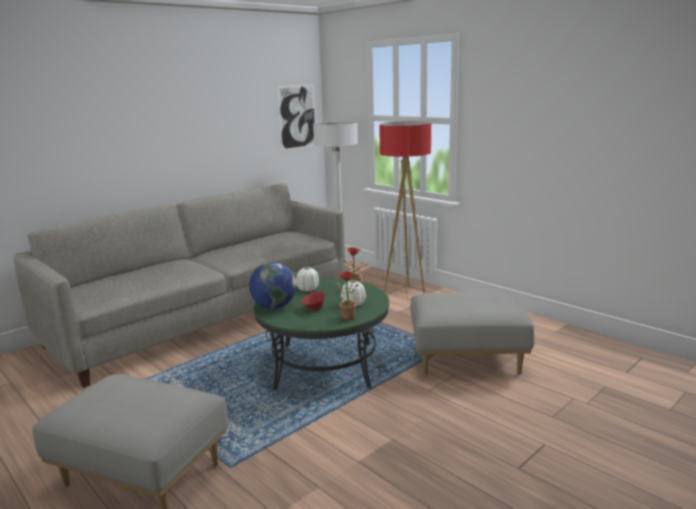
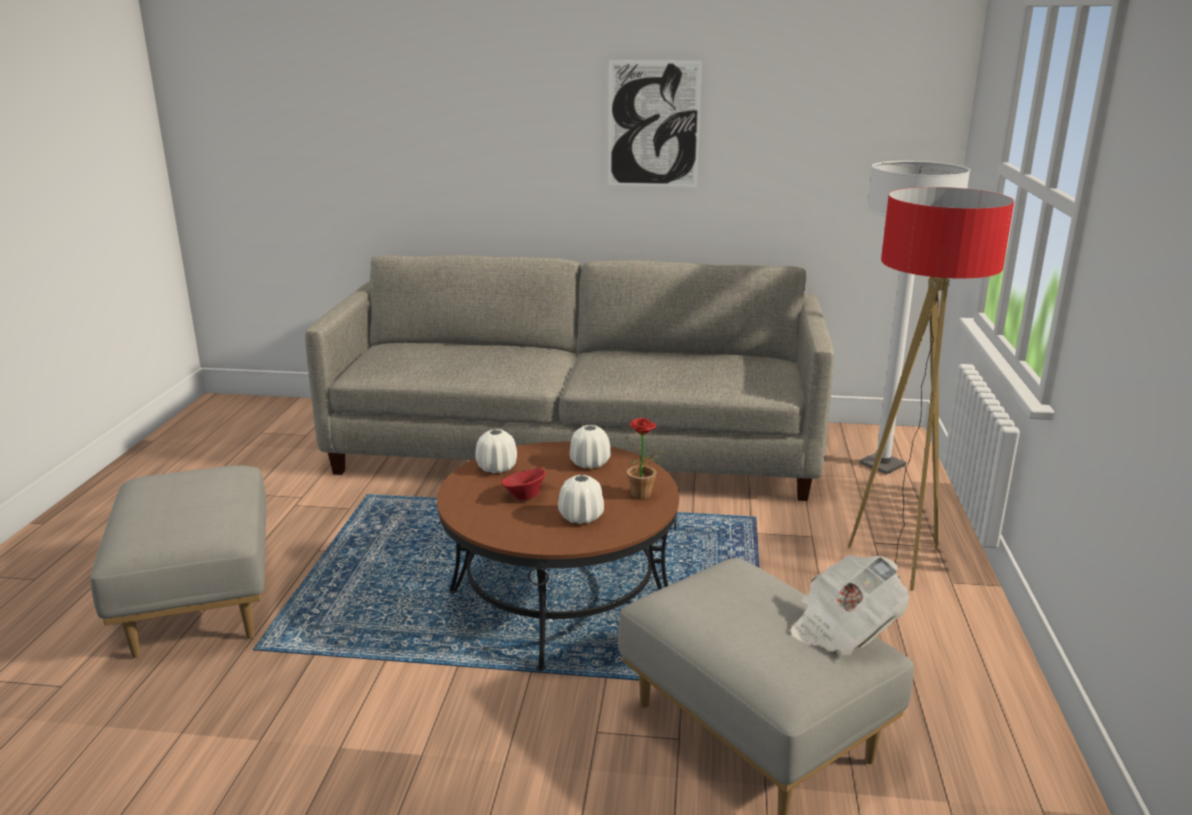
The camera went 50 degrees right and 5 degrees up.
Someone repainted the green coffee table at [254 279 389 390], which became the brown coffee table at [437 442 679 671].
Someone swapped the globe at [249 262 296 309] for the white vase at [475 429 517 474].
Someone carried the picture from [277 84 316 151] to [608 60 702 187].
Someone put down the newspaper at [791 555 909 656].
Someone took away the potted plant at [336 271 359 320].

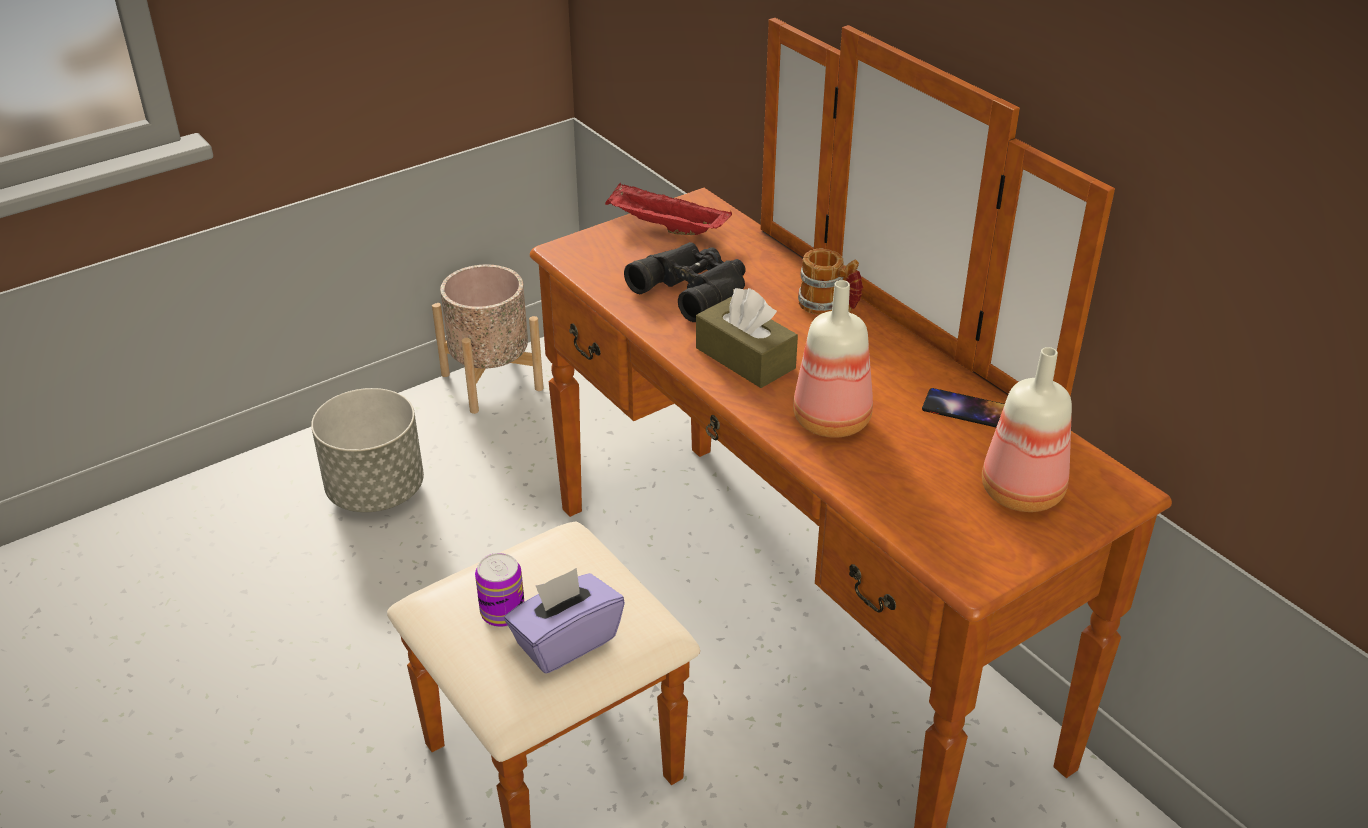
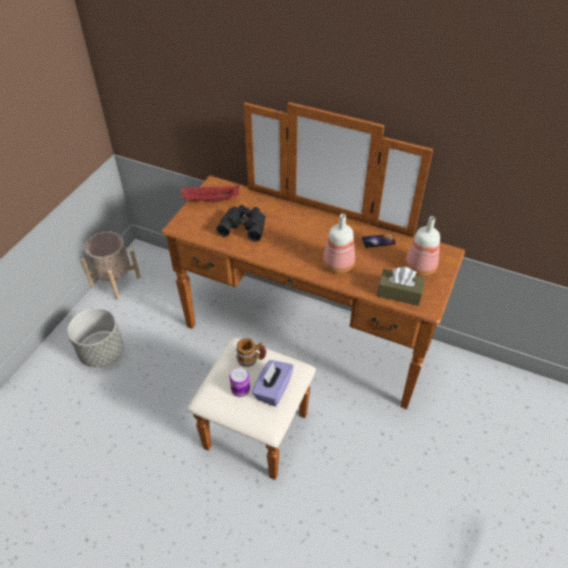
The camera went 30 degrees left and 10 degrees up.
Someone carried the mug from [798 249 863 315] to [236 338 266 367].
Someone carried the brown tissue box from [696 288 798 388] to [377 267 425 306].

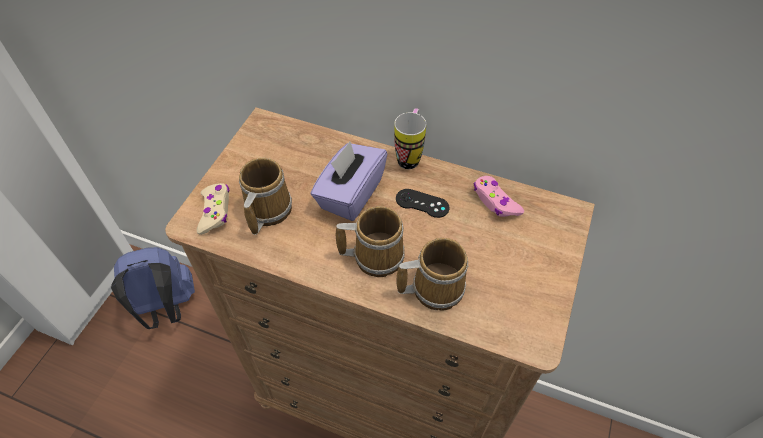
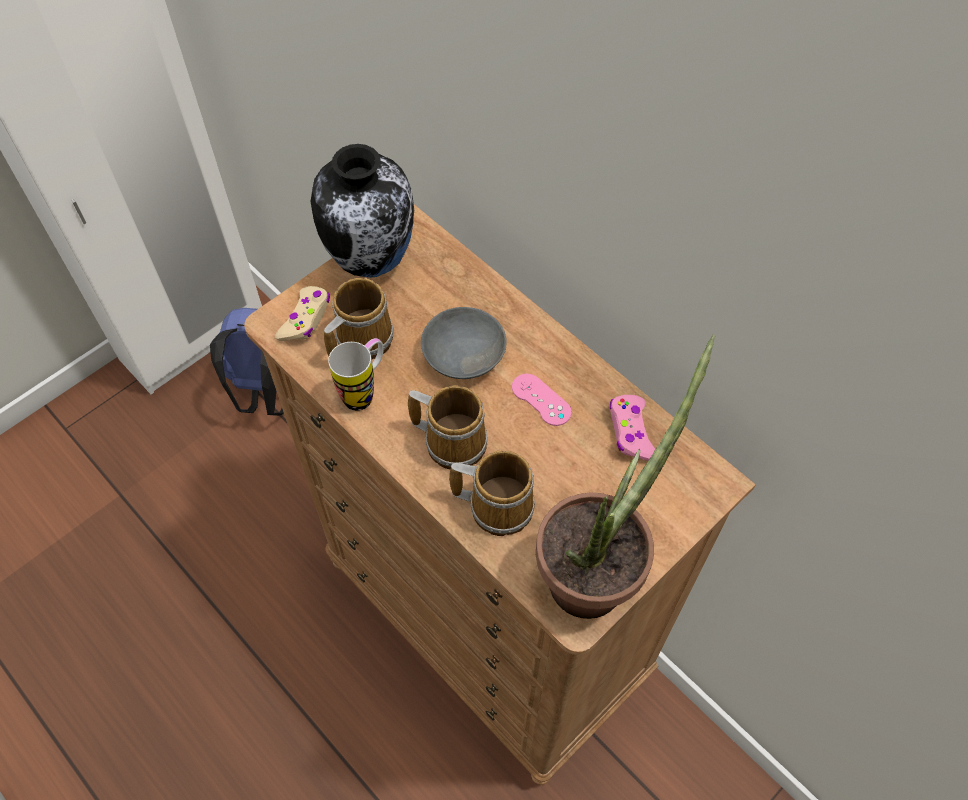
The camera went 25 degrees right and 5 degrees up.
Someone put down the vase at [311 144 414 278].
Someone carried the mug from [394 108 426 169] to [328 338 384 411].
Someone swapped the purple tissue box at [310 142 387 221] for the grey bowl at [421 307 507 379].
Someone repainted the black game controller at [396 189 449 218], which became the pink game controller at [512 374 572 426].
Someone put down the potted plant at [536 335 715 619].

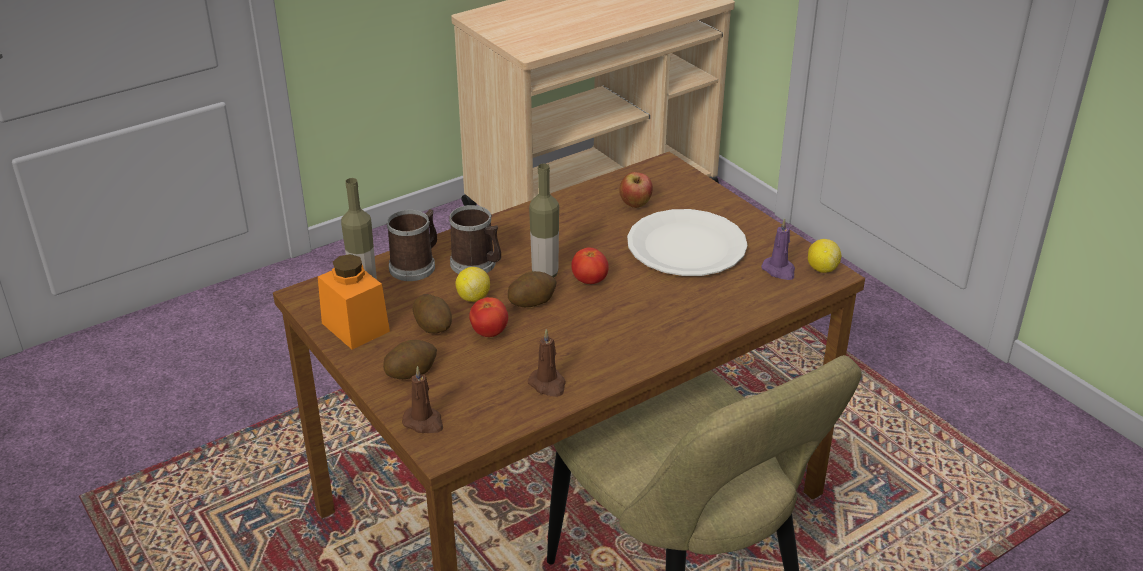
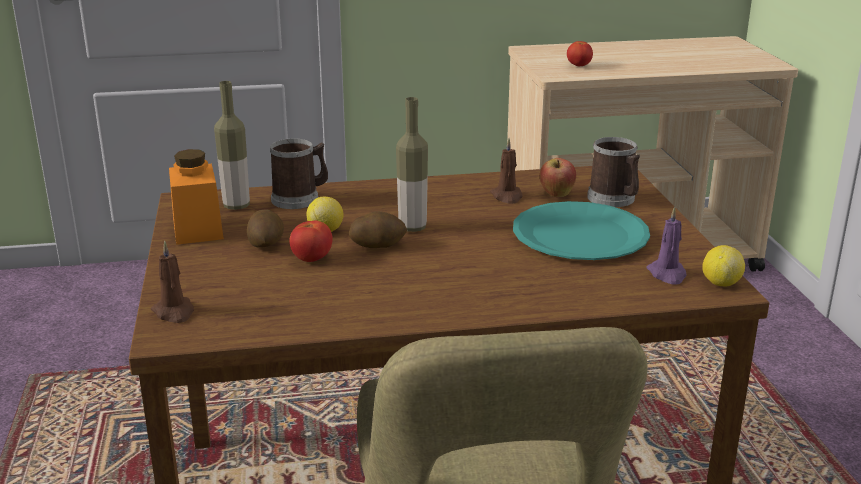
The camera went 25 degrees right and 10 degrees down.
Someone carried the brown candle from [528 329 566 397] to [490 138 523 204].
Someone repainted the white plate at [627 209 748 276], which became the turquoise plate at [513 201 650 260].
Someone carried the tomato from [571 247 609 284] to [567 41 593 66].
Someone carried the mug from [449 205 501 274] to [587 137 640 207].
Someone took away the potato at [383 340 437 379].

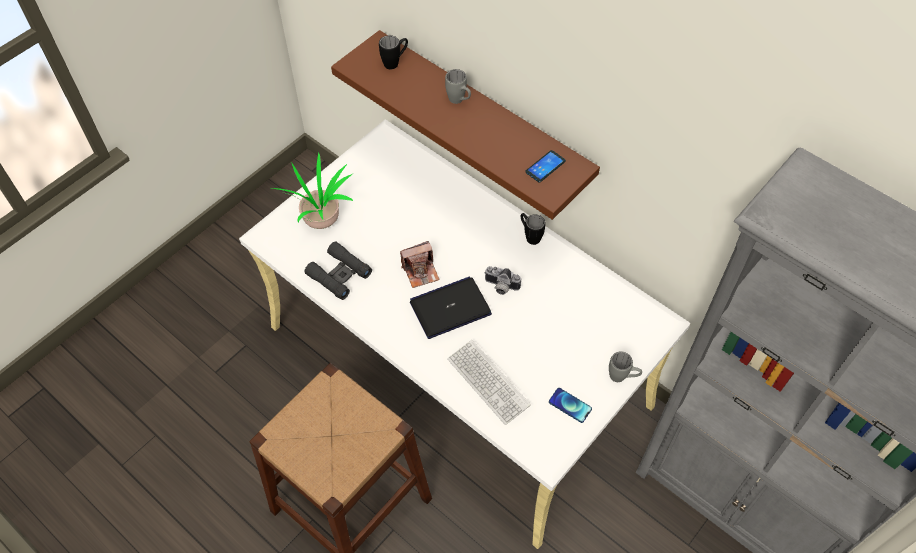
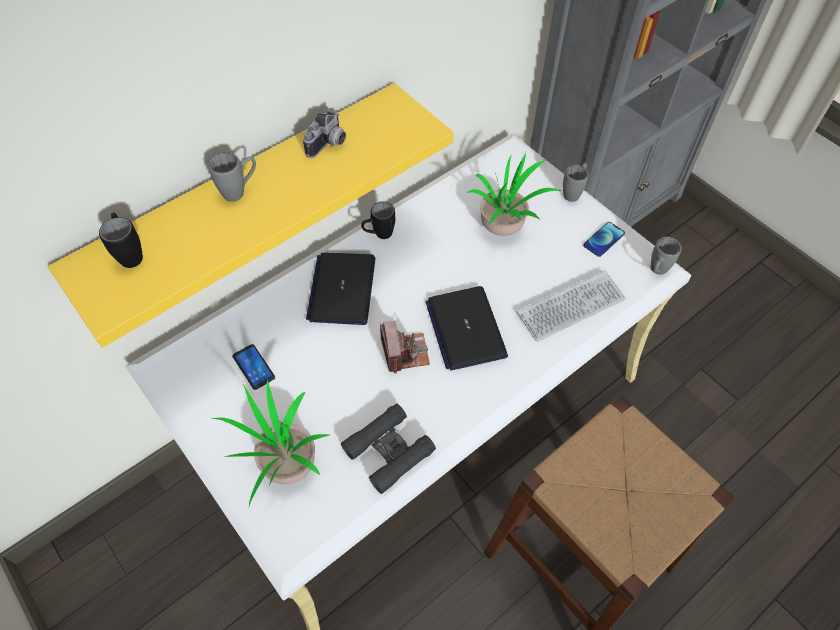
The camera went 80 degrees left and 0 degrees up.
Someone repainted the brown shelf at [331 30 600 220], which became the yellow shelf at [48 83 454 348].
Someone carried the phone from [525 150 566 183] to [232 344 275 390].
Someone carried the photo camera from [484 266 521 295] to [303 108 346 158].
Someone put down the laptop at [306 253 375 325].
Someone put down the potted plant at [467 152 562 236].
Someone put down the grey mug at [651 237 682 275].

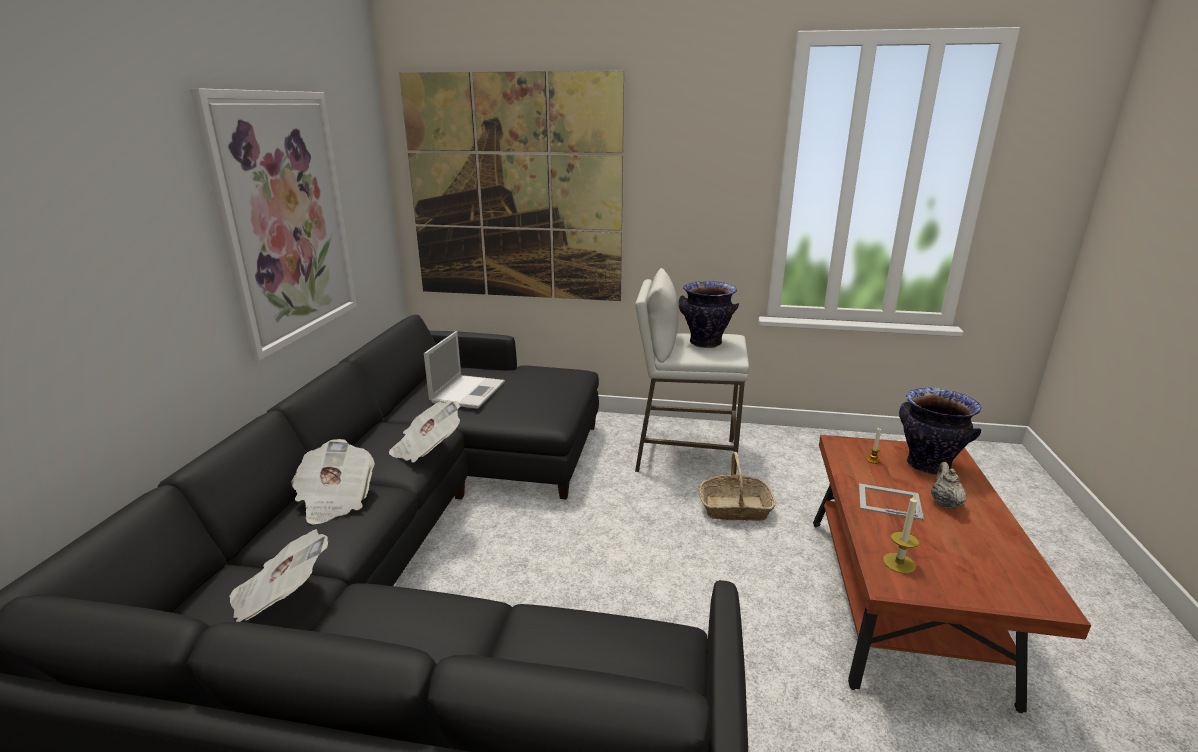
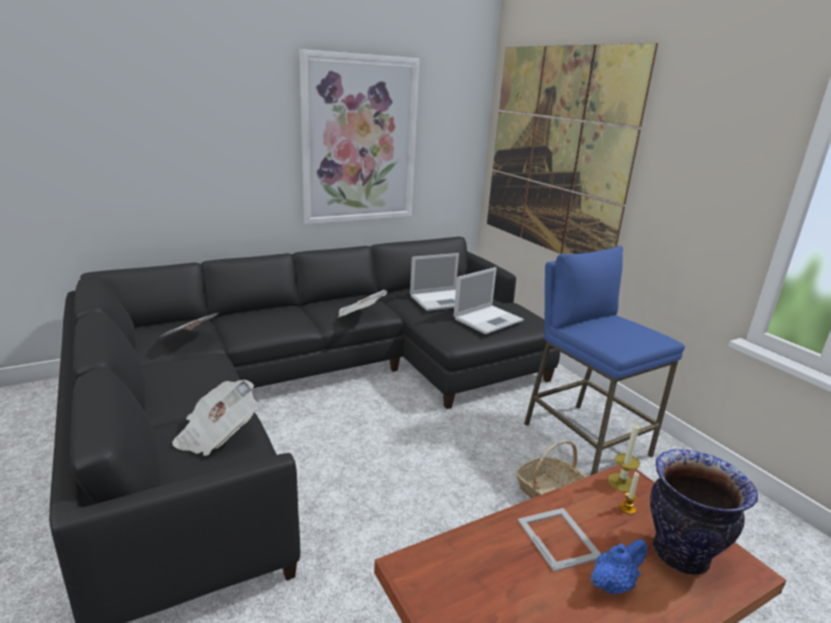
The camera went 50 degrees right and 0 degrees up.
Someone carried the newspaper from [291 439 375 525] to [172 380 257 456].
Someone put down the laptop at [454 267 524 334].
Someone repainted the white stool at [635 268 749 474], which became the blue stool at [524 246 685 475].
Someone repainted the beige teapot at [931 462 967 509], which became the blue teapot at [590 539 647 594].
Someone carried the candle from [883 495 919 574] to [608 420 640 492].
Someone took away the vase at [679 281 739 348].

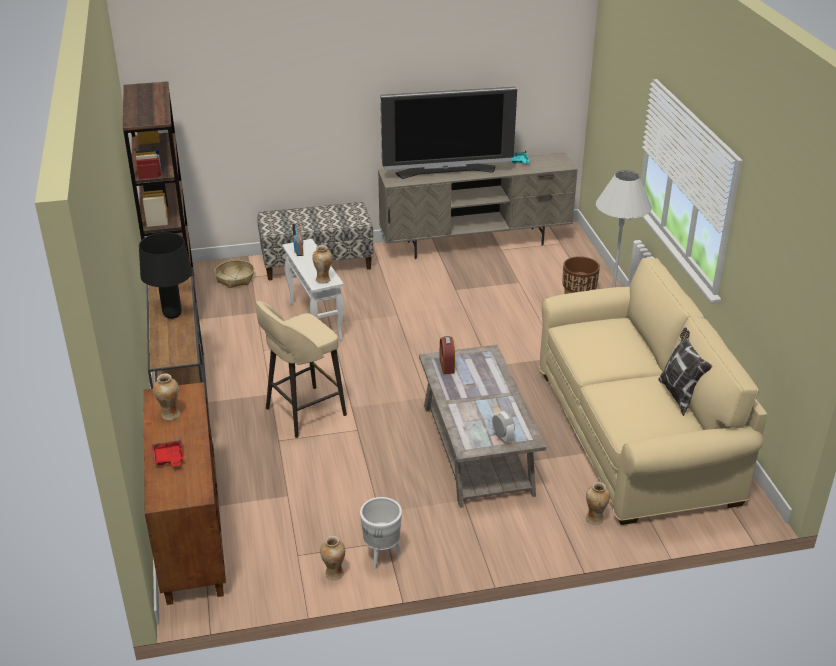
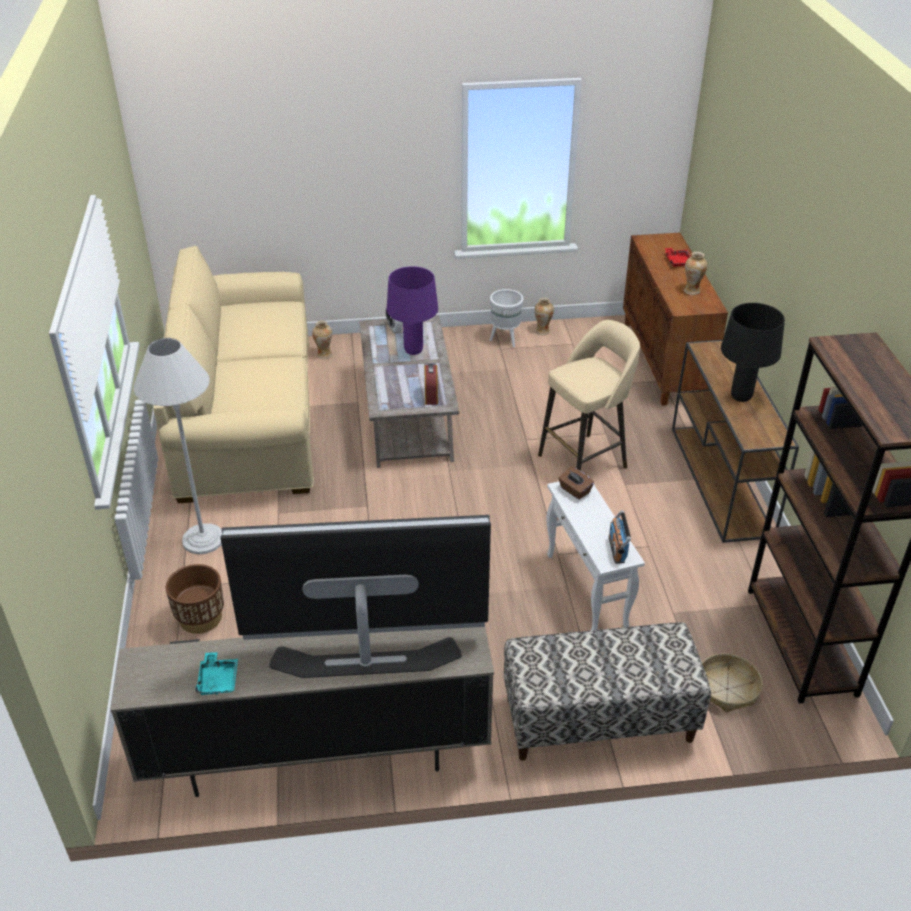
The camera went 175 degrees left and 5 degrees up.
Someone put down the purple table lamp at [387 266 438 355].
Someone swapped the vase at [312 245 332 283] for the brown tissue box at [558 467 594 499].
Someone took away the pillow at [659 327 712 416].

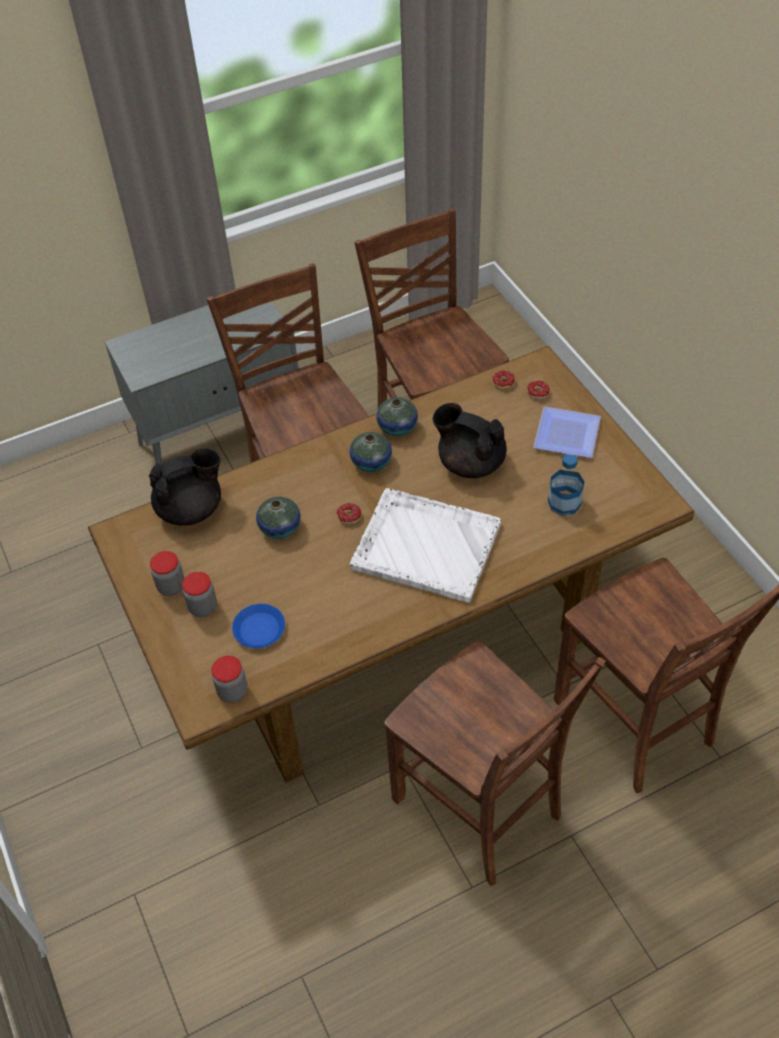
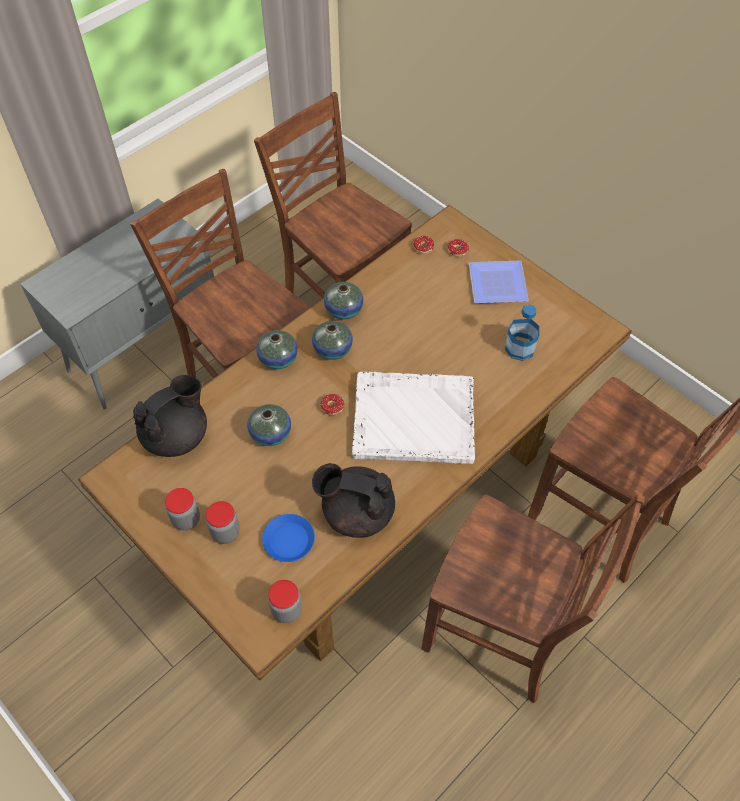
The camera went 20 degrees left and 5 degrees up.
Someone put down the vase at [256 330 298 369].
Someone carried the black teapot from [432 403 507 478] to [312 463 395 538].

